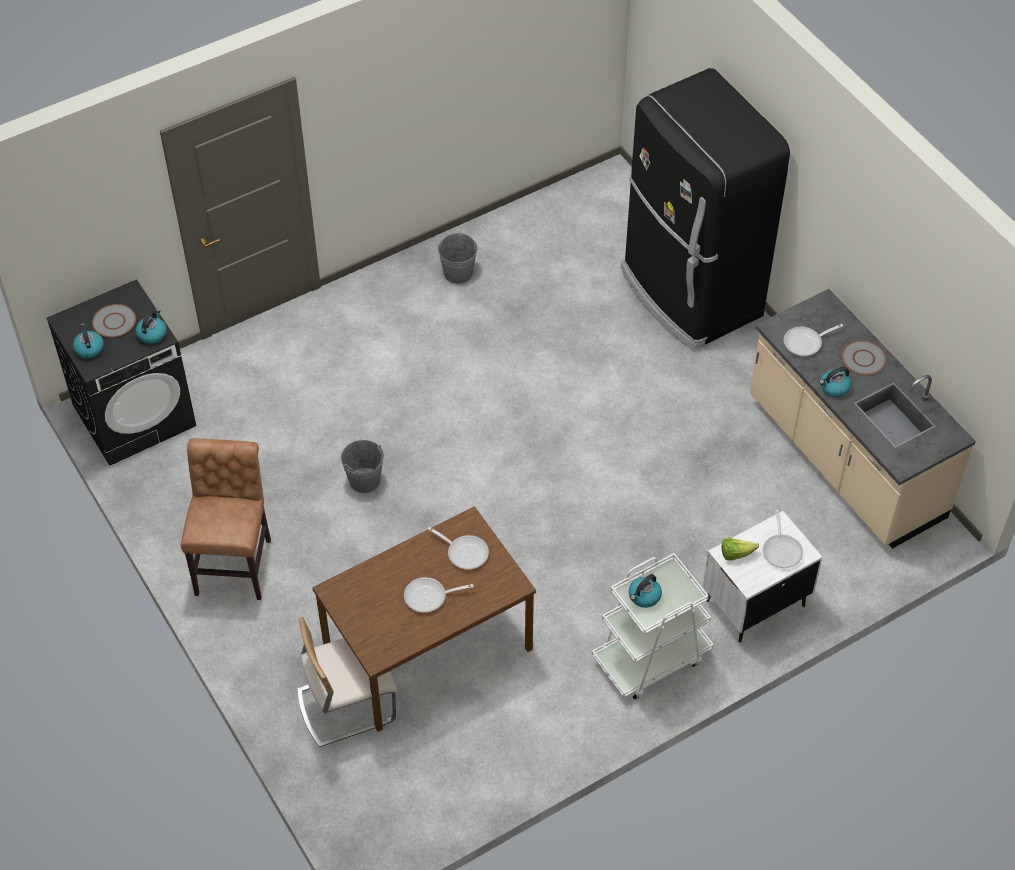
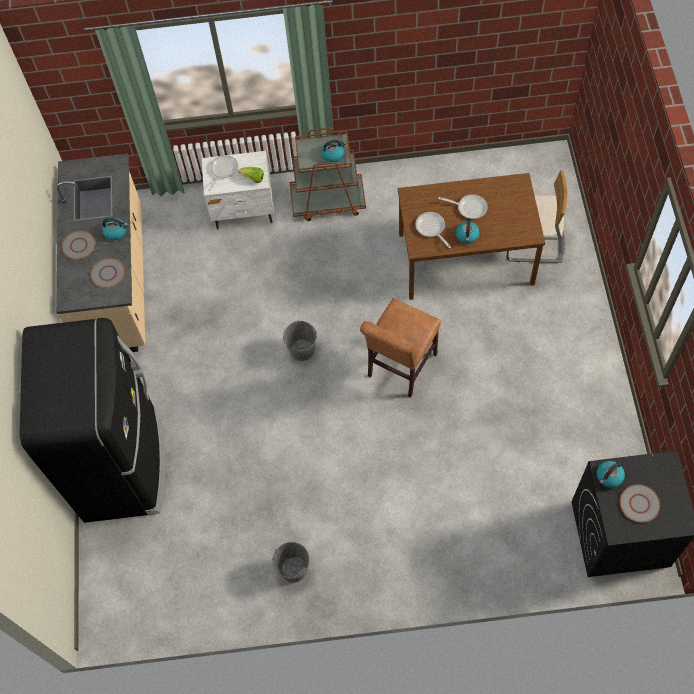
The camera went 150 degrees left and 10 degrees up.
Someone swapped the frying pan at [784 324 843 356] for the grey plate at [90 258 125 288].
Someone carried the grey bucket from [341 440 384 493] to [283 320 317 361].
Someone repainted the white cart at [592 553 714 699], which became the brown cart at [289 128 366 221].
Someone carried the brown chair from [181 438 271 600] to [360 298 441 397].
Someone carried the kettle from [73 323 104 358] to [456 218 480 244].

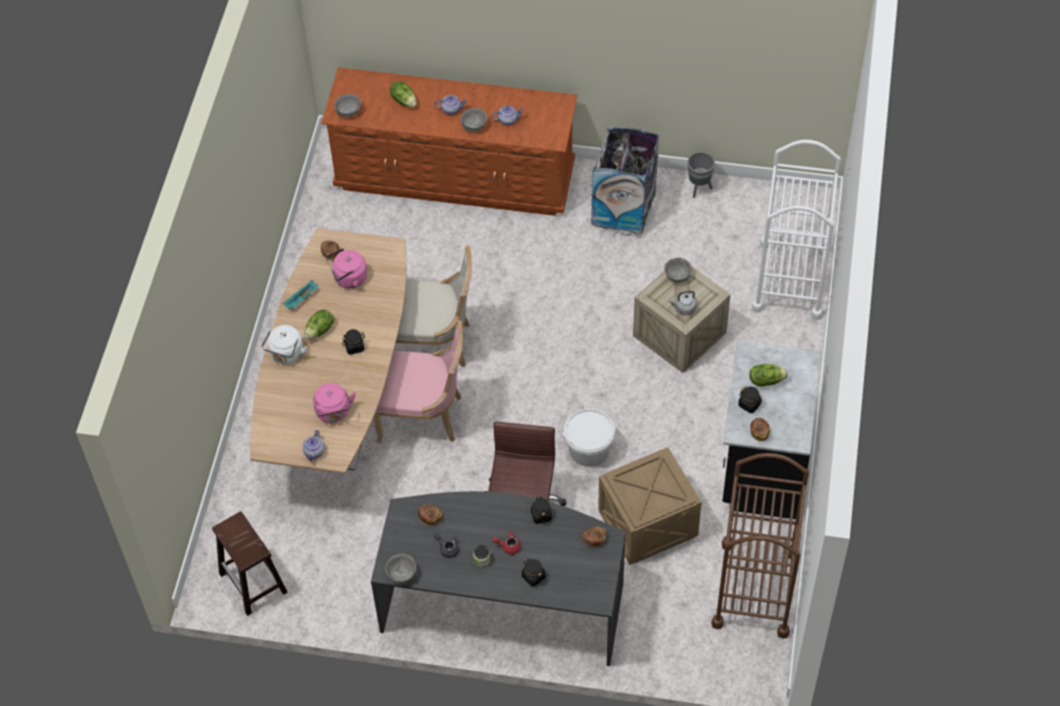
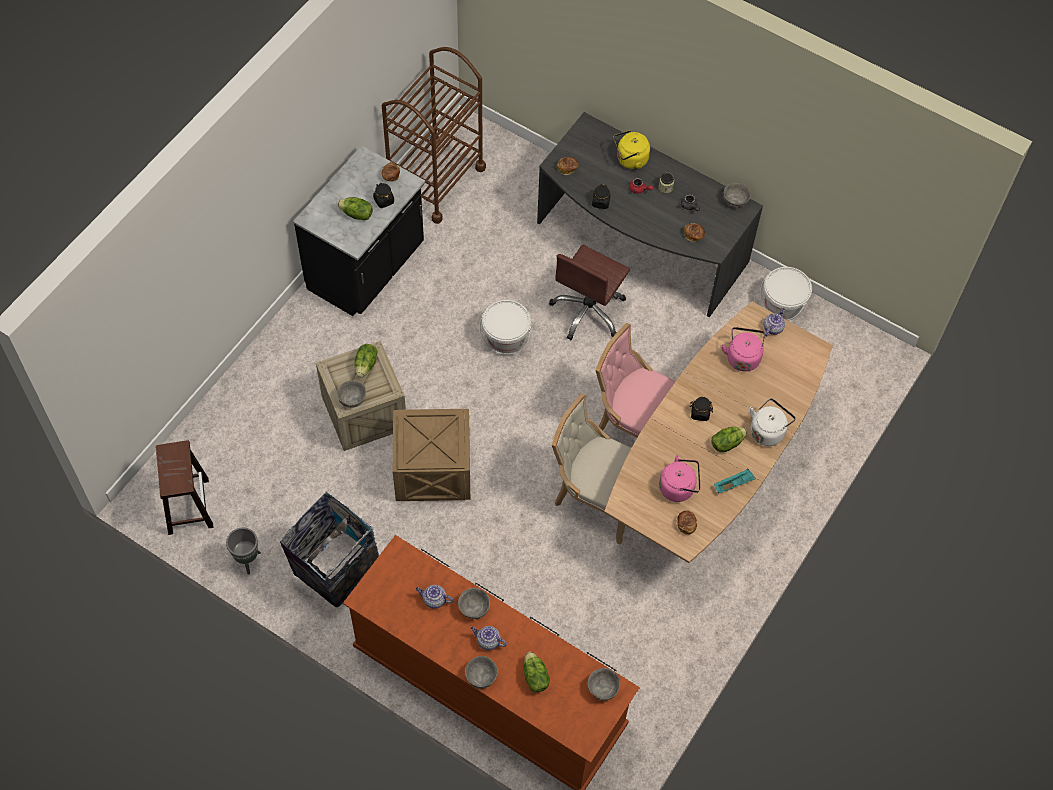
The camera went 160 degrees left and 5 degrees up.
Someone carried the brown stool from [212 511 287 616] to [156 440 214 535].
Someone swapped the grey kettle at [669 291 697 315] for the lettuce at [354 344 378 378].
Someone carried the crate from [598 448 702 565] to [393 409 470 501].
Someone put down the grey bowl at [465 656 498 689].
Someone swapped the black jar at [522 559 546 587] for the yellow kettle at [613 130 650 169].
Someone put down the white bucket at [760 267 812 321].
Someone took away the white cart at [752 140 841 320].

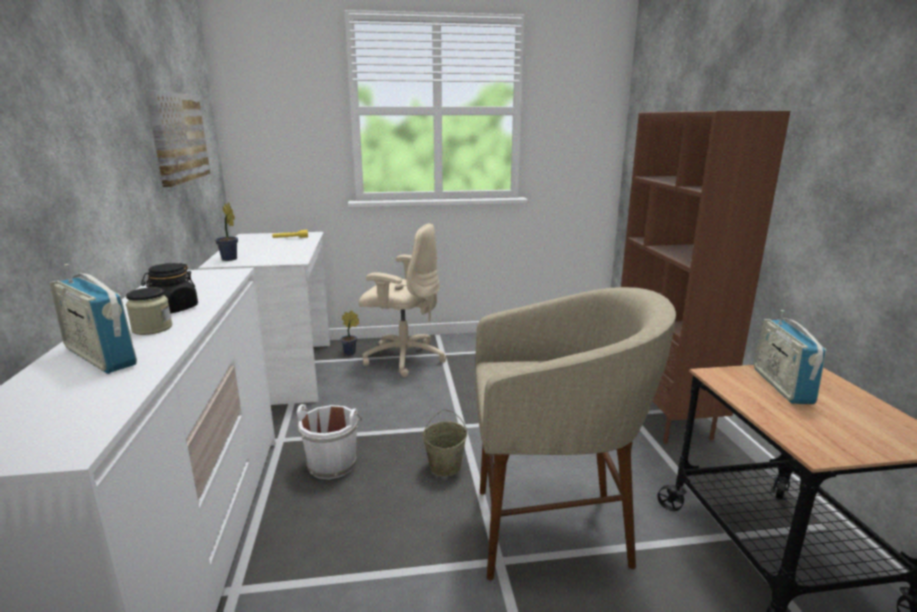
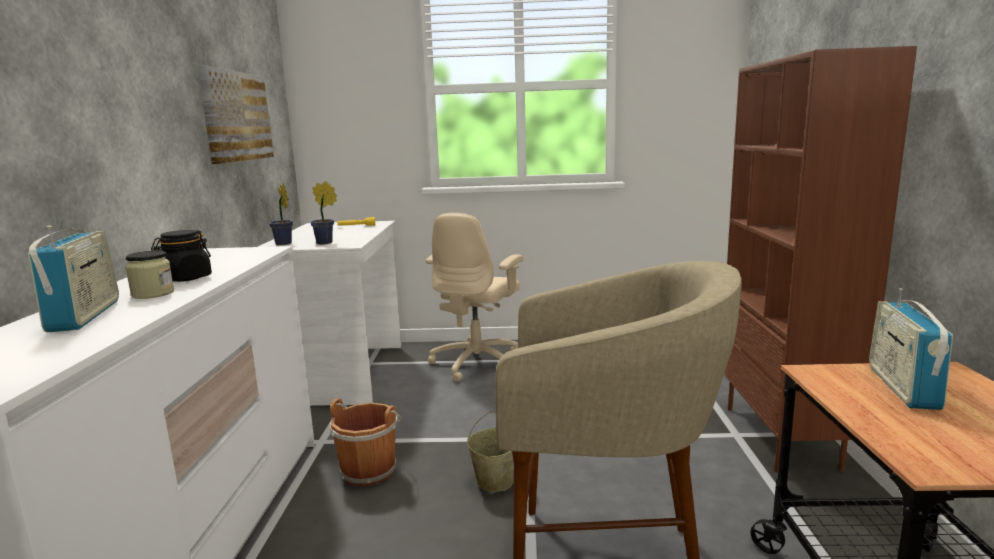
The camera went 10 degrees right and 5 degrees down.
Someone rotated the radio at [49 264 137 374] by 150 degrees counterclockwise.
Someone carried the potted plant from [341 310 359 355] to [311 181 337 245].
Someone repainted the white bucket at [297 404 362 479], which became the brown bucket at [330 399 403 486].
Someone rotated the beige office chair at [359 223 446 377] by 90 degrees clockwise.

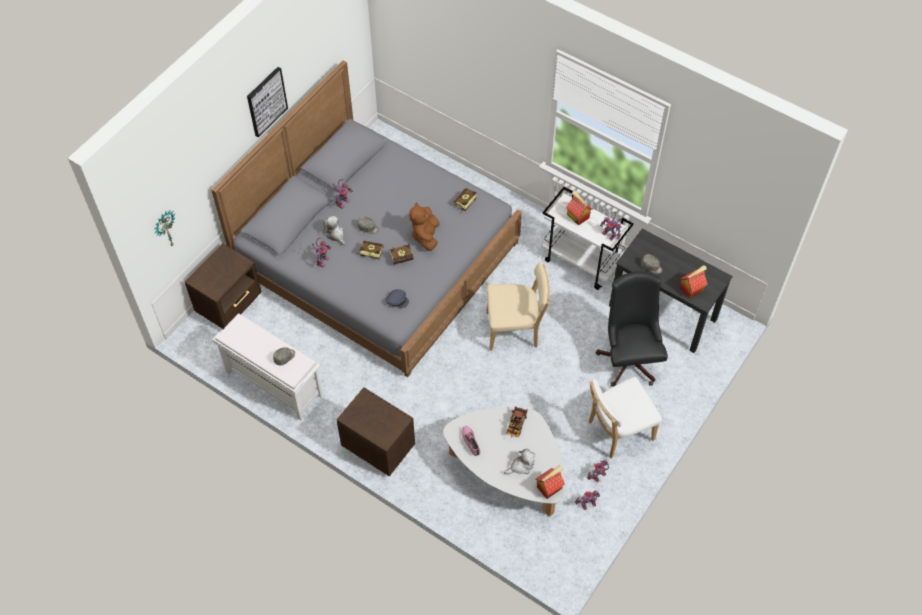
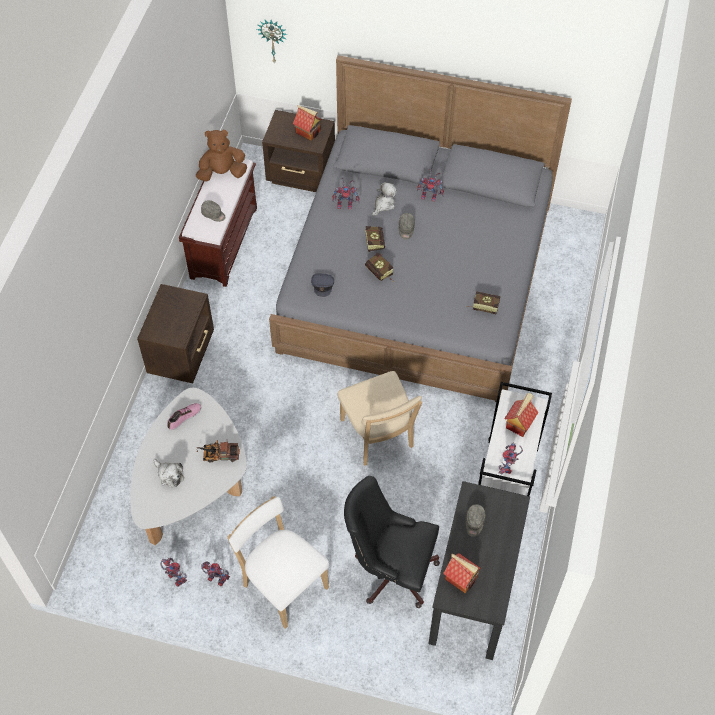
The camera went 70 degrees right and 0 degrees up.
Someone repainted the white bench at [212 313 323 420], which became the brown bench at [179 157 257 287].
Someone carried the brown plush toy from [409 202 440 251] to [196 129 247 181].
Someone carried the toy house from [536 466 565 499] to [293 105 322 141].
Someone rotated the black office chair at [596 272 668 387] by 135 degrees counterclockwise.
Someone took away the picture at [247 67 288 138].

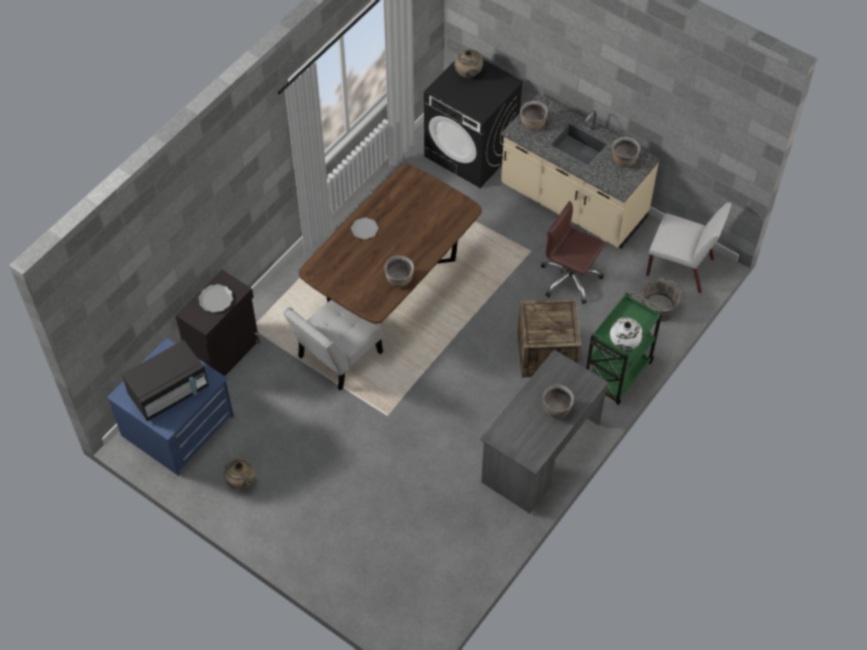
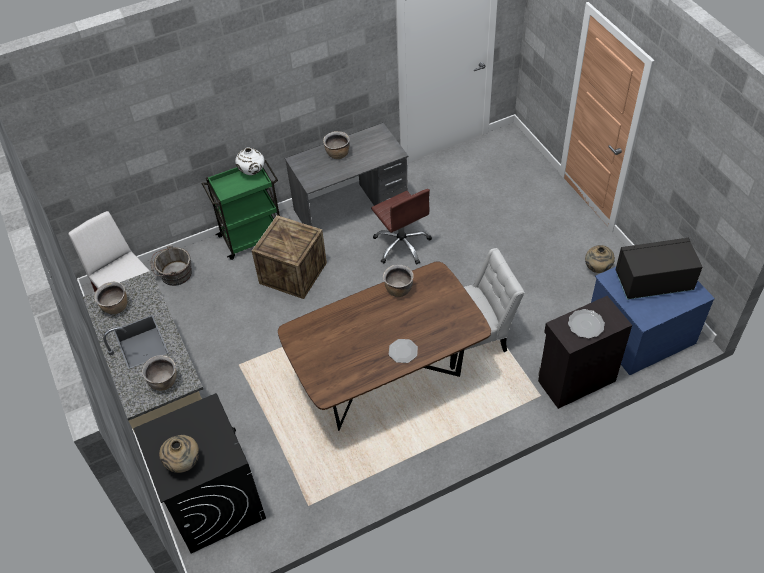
The camera went 150 degrees left and 5 degrees down.
Someone carried the brown office chair from [541 201 605 304] to [371 189 432 265].

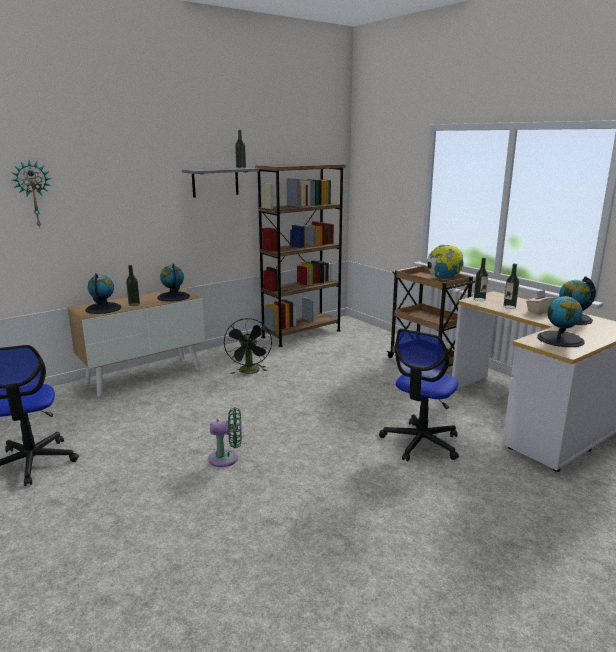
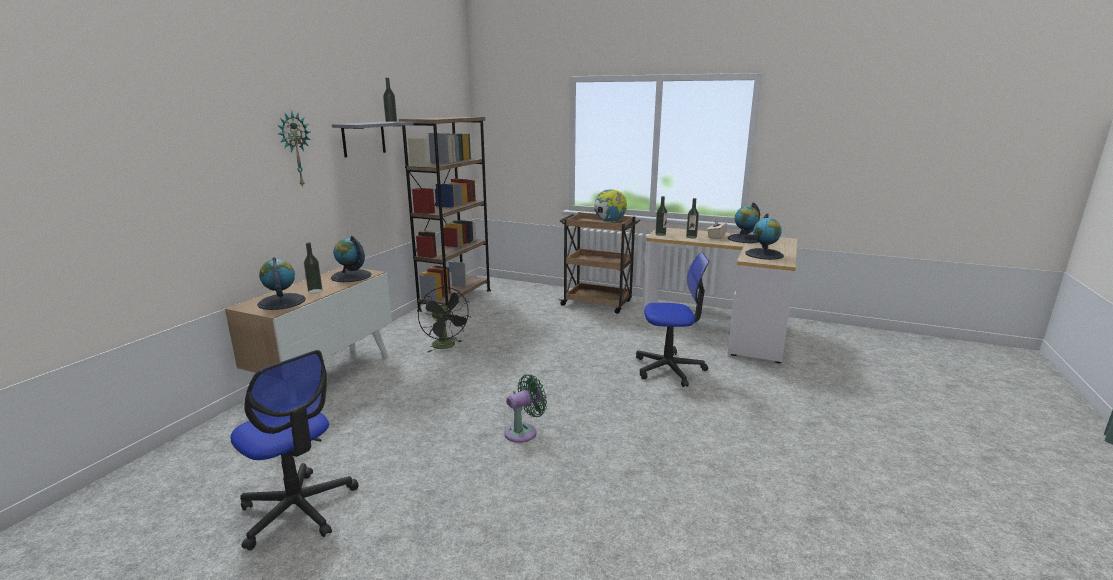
The camera went 30 degrees left and 0 degrees up.
Someone carried the wall clock from [11 160 52 229] to [277 111 311 188].
Someone rotated the office chair at [379 329 459 461] by 90 degrees counterclockwise.

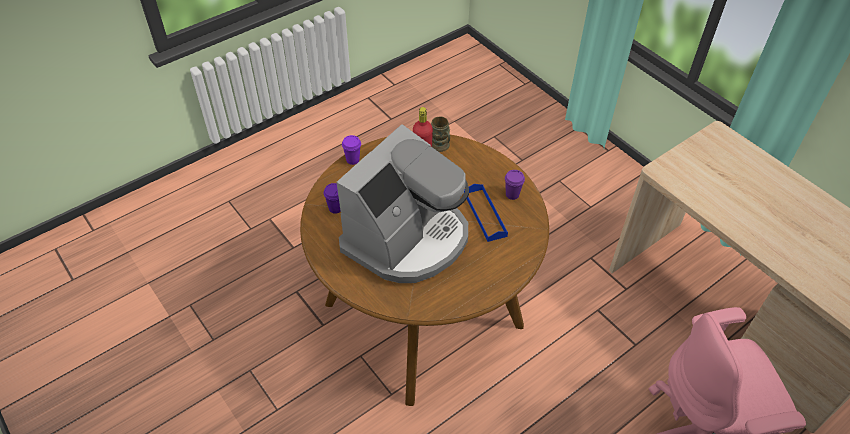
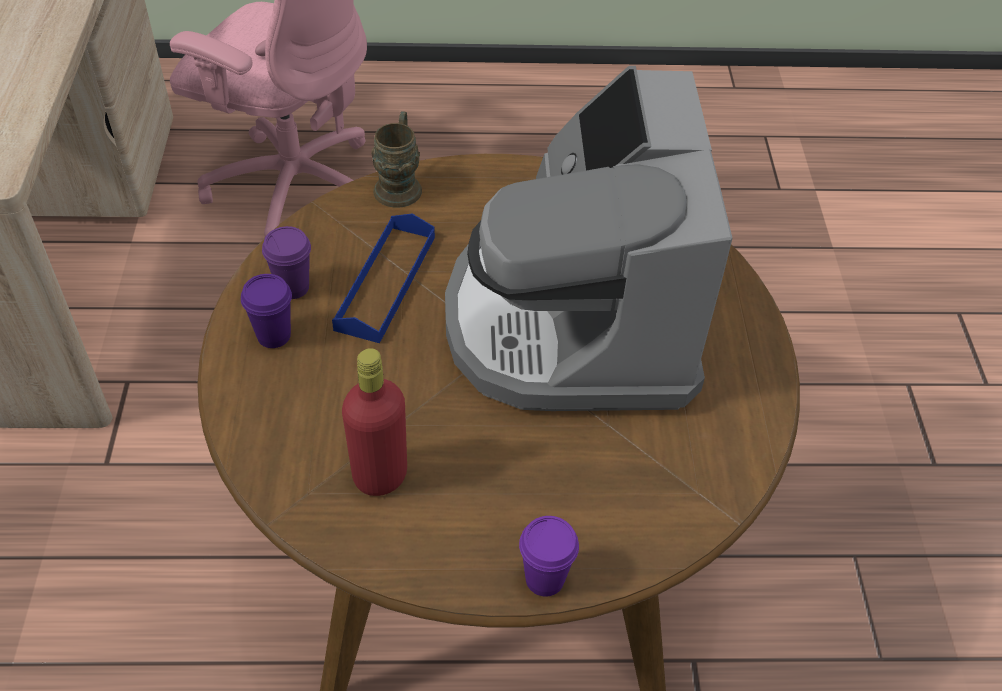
The camera went 145 degrees left and 0 degrees up.
Someone carried the purple cup from [324 183 341 214] to [241 274 292 348].
Someone carried the brown mug from [431 117 450 152] to [371 111 422 208].
Someone rotated the coffee machine at [336 124 469 283] by 75 degrees counterclockwise.

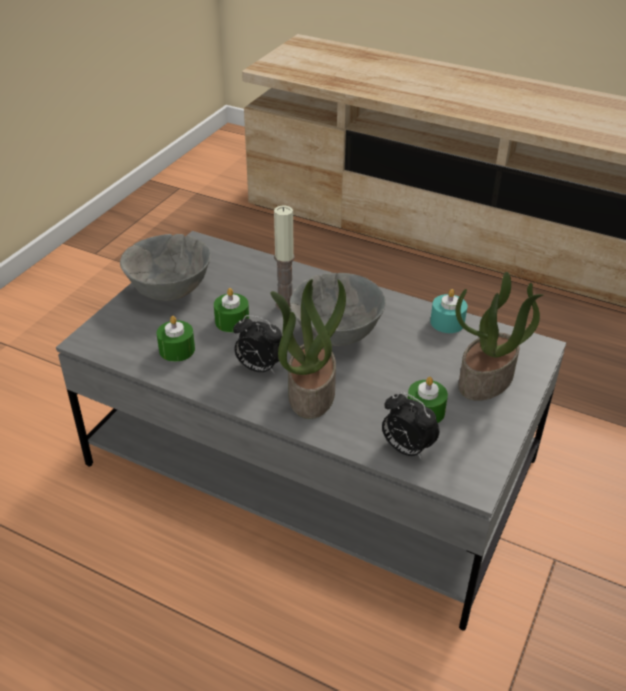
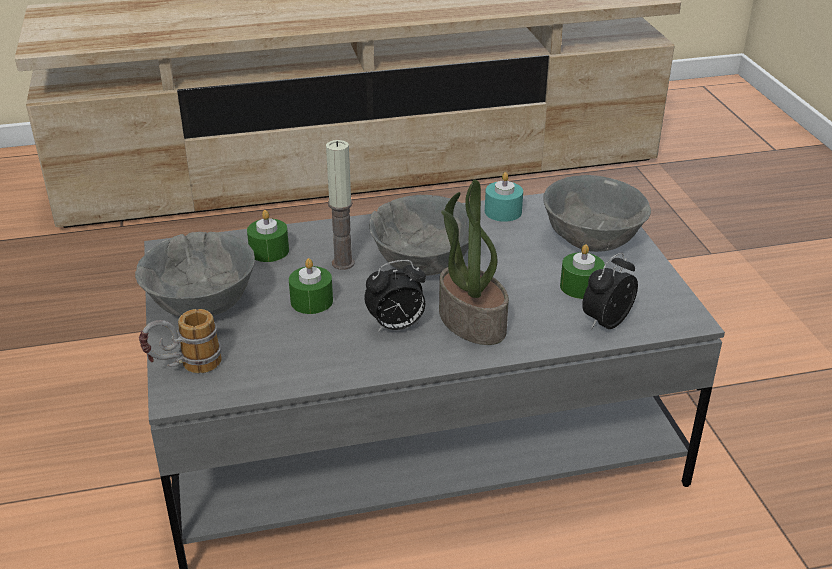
The camera went 40 degrees left and 5 degrees down.
Someone put down the mug at [139 309 222 373].
Someone carried the green candle from [156 316 195 362] to [247 210 289 262].
Someone swapped the potted plant at [456 272 543 401] for the grey bowl at [543 175 651 252].
Someone rotated the alarm clock at [382 392 439 460] by 135 degrees clockwise.

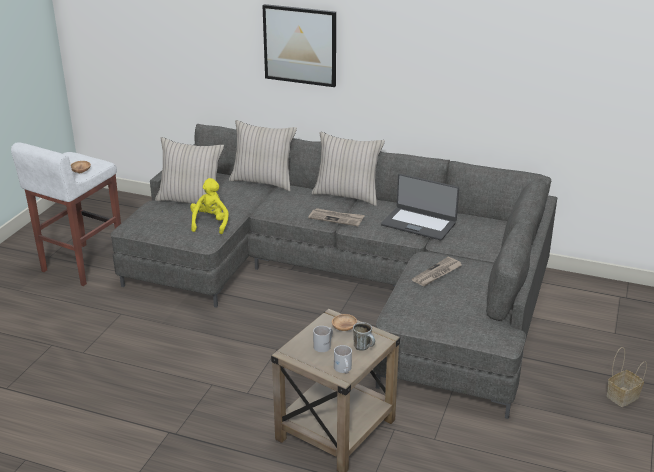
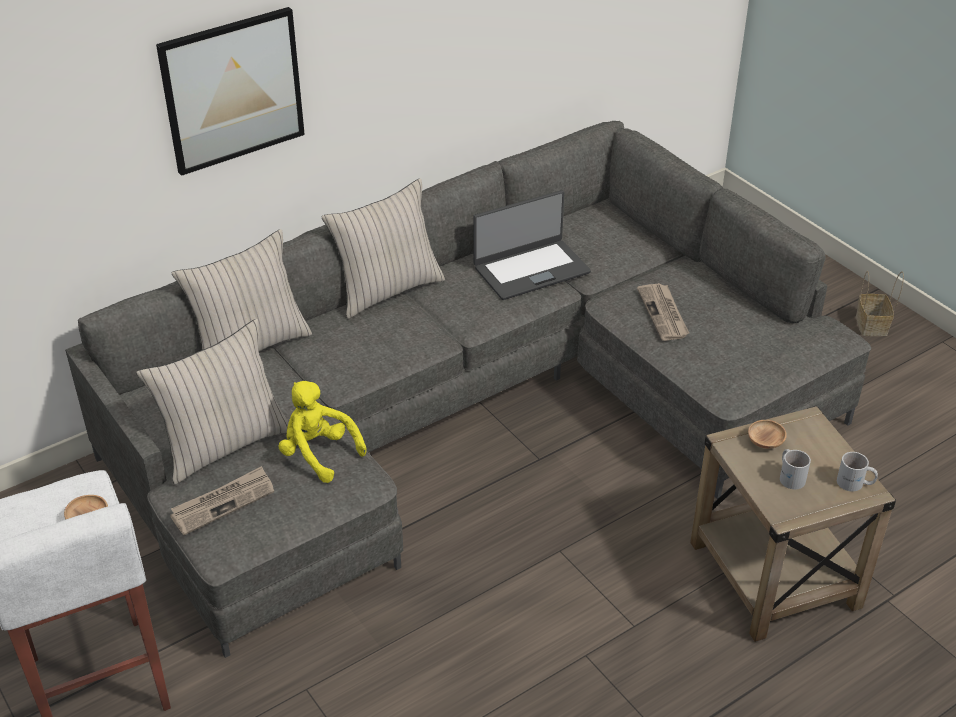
The camera went 55 degrees left and 10 degrees up.
Someone carried the newspaper from [308 208 365 226] to [170 466 274 535].
Someone took away the mug at [353 322 375 351].

